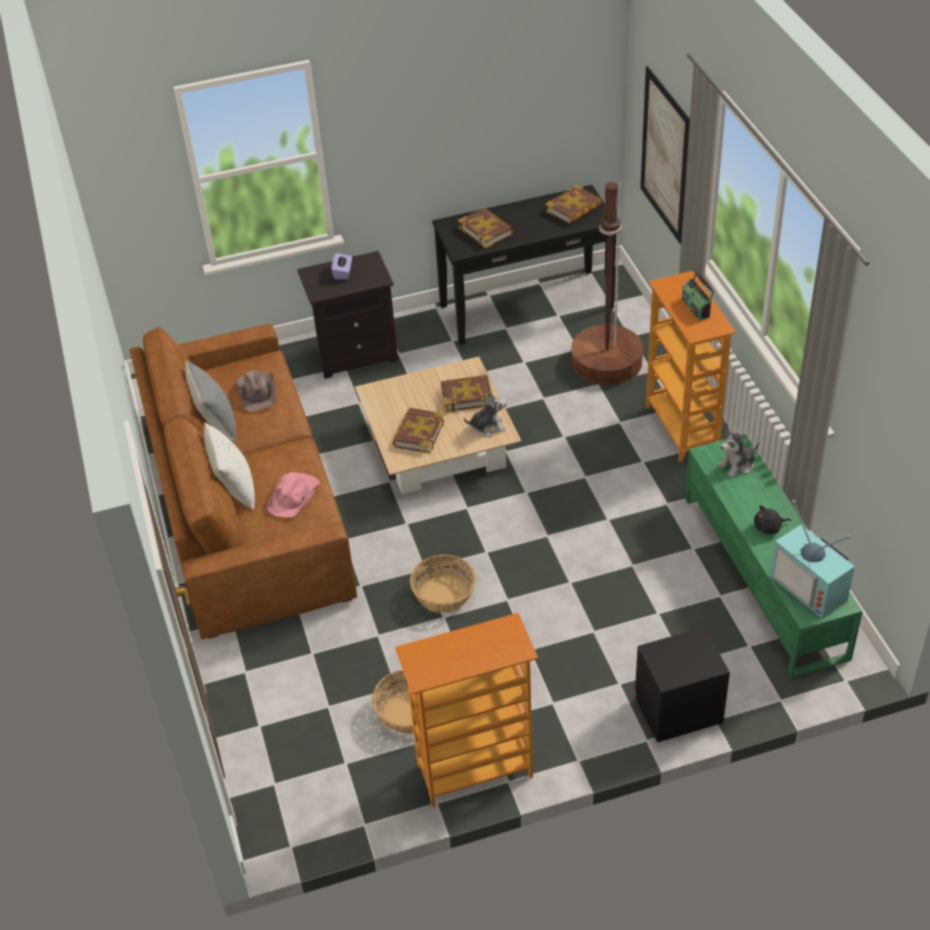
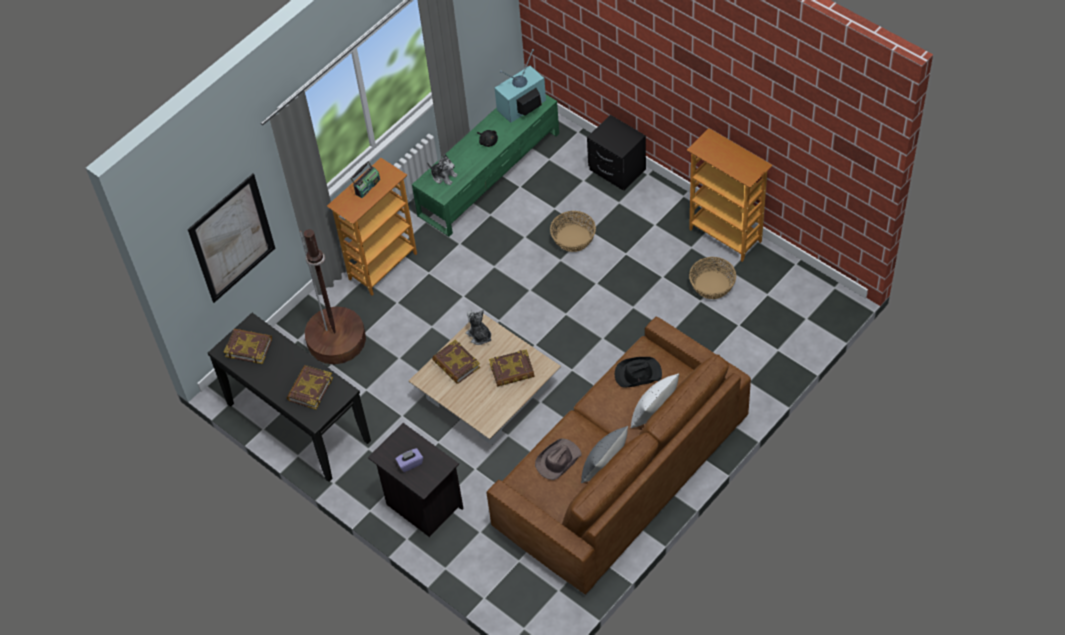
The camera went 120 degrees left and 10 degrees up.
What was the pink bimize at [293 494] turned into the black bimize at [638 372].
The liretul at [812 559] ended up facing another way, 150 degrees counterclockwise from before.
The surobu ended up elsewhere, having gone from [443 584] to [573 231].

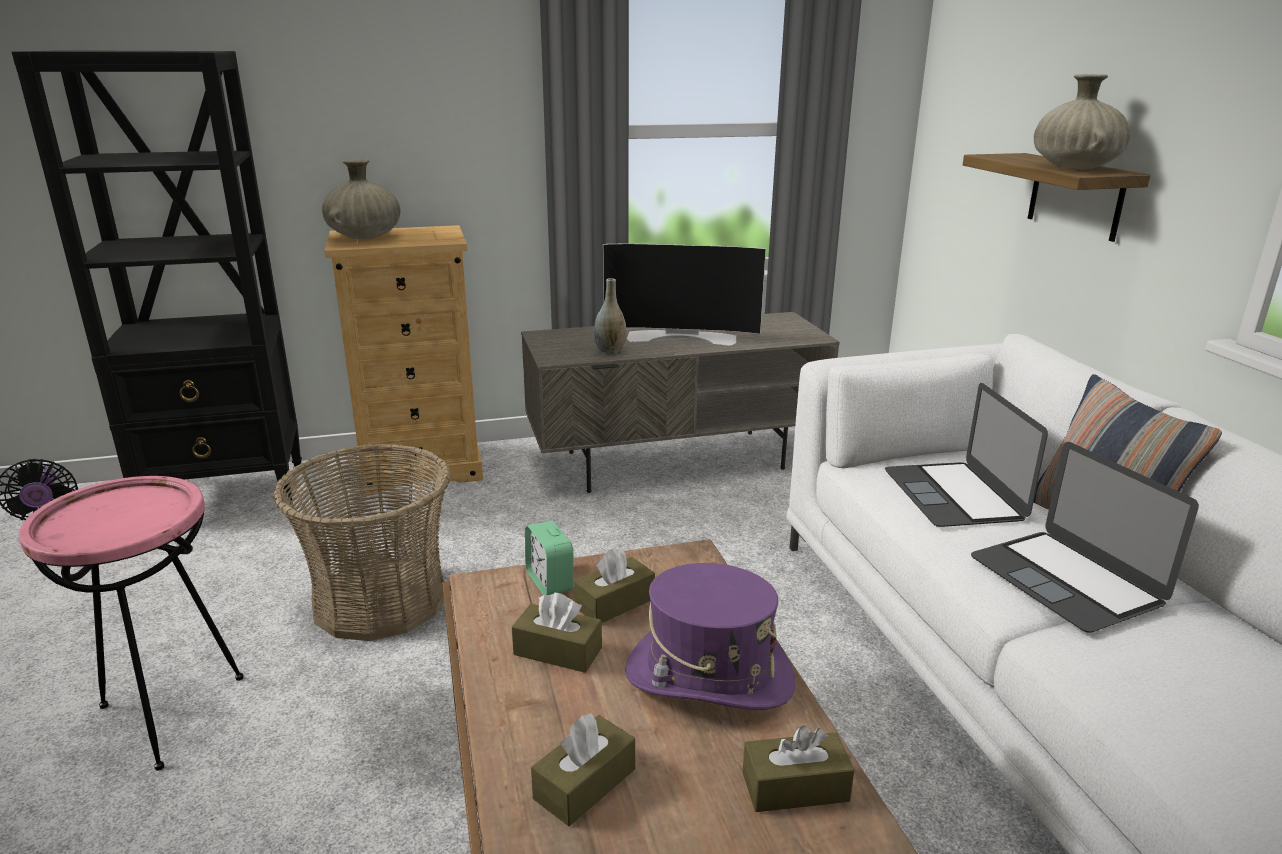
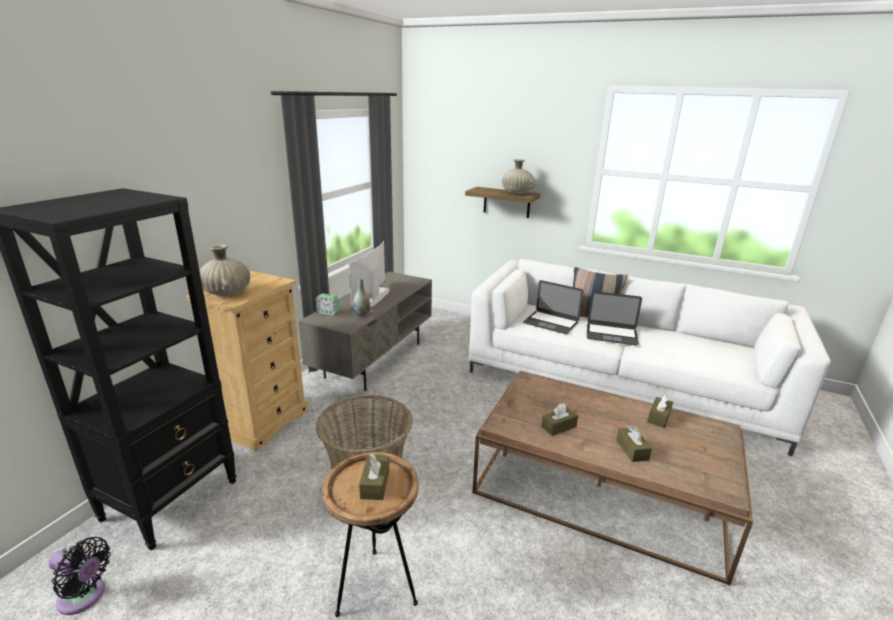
The camera went 50 degrees left and 0 degrees up.
The liretul at [684 295] ended up facing another way, 150 degrees clockwise from before.
What was the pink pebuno at [131 623] turned into the brown pebuno at [370 534].
The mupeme ended up elsewhere, having gone from [549 557] to [327 305].
The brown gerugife ended up elsewhere, having gone from [614 585] to [374 476].
The second view lost the purple bimize at [710 636].

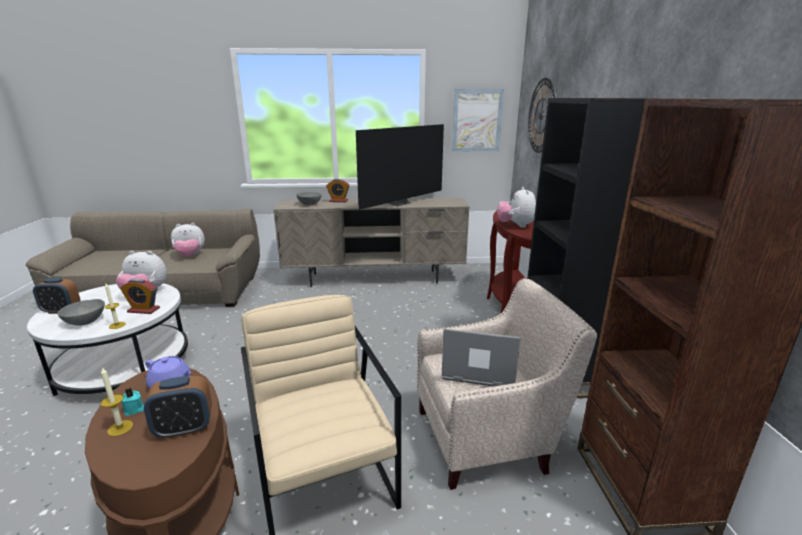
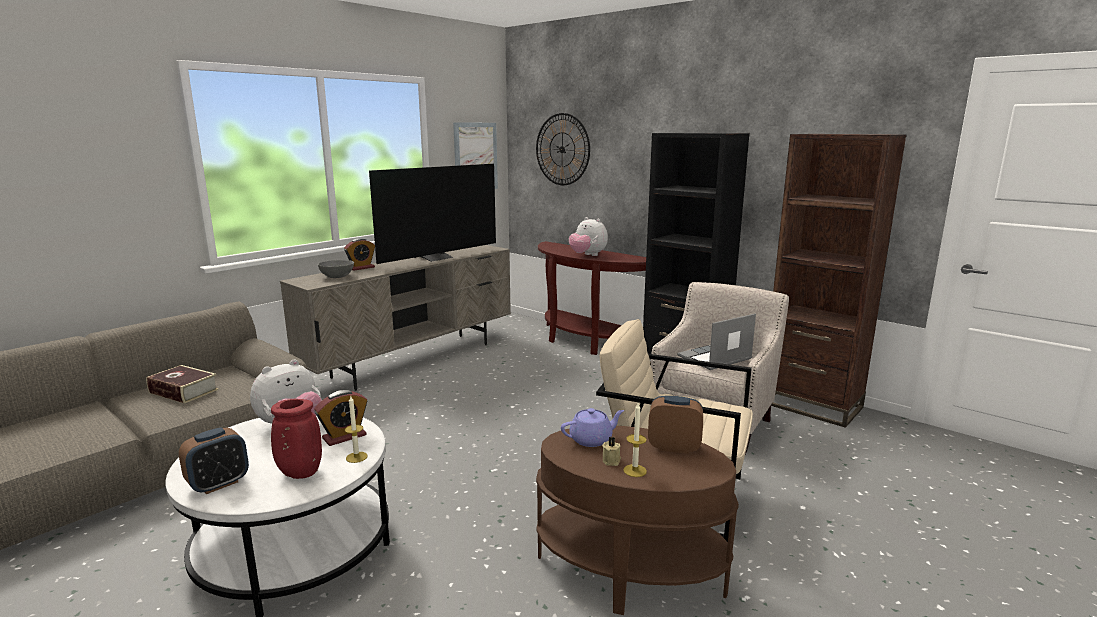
The camera went 45 degrees left and 5 degrees down.
The liretul at [400 167] ended up facing another way, 45 degrees clockwise from before.
Where the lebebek stood at [188 239], the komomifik came to stand at [182 384].
Where the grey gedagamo stood at [81 312], the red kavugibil came to stand at [296 439].
The mupeme at [178 407] ended up facing another way, 105 degrees counterclockwise from before.
What was the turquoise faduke at [133 402] turned into the beige faduke at [611 451].

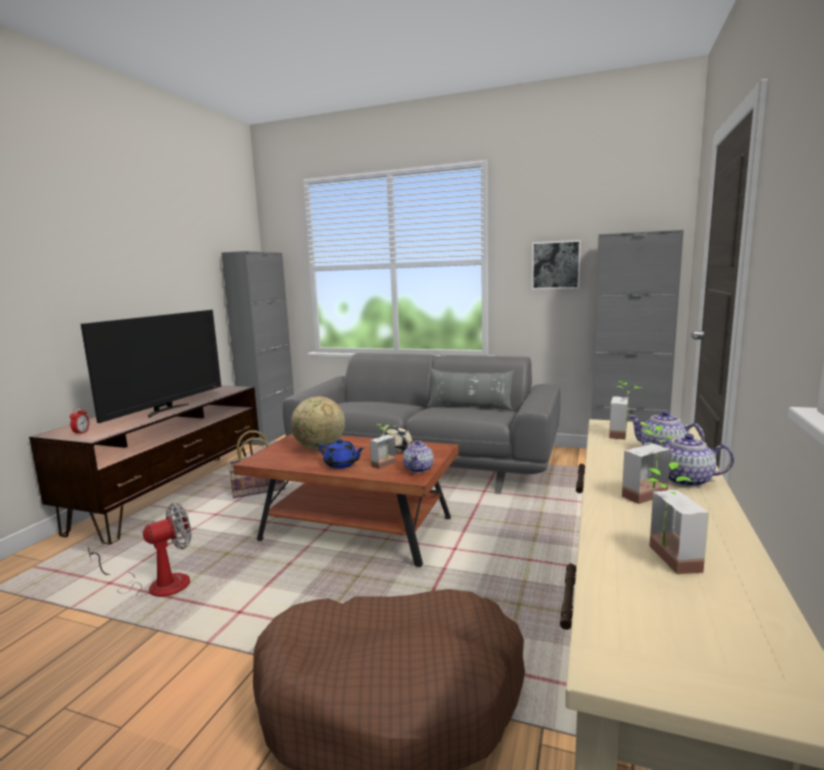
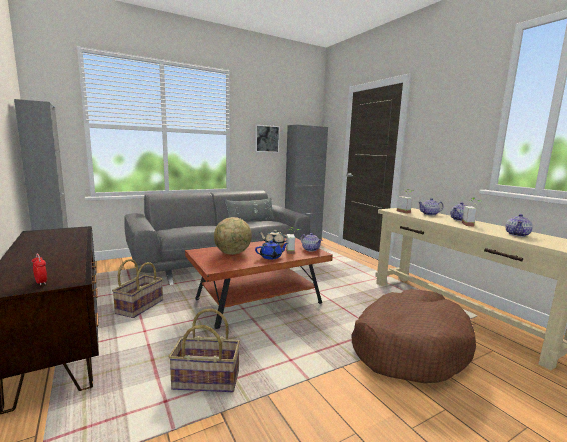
The camera went 50 degrees left and 0 degrees up.
The second view lost the liretul at [151 366].
Where the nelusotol stood at [678 518], the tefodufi came to stand at [519 225].
Where the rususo stood at [139 550], the surobu came to stand at [204 350].

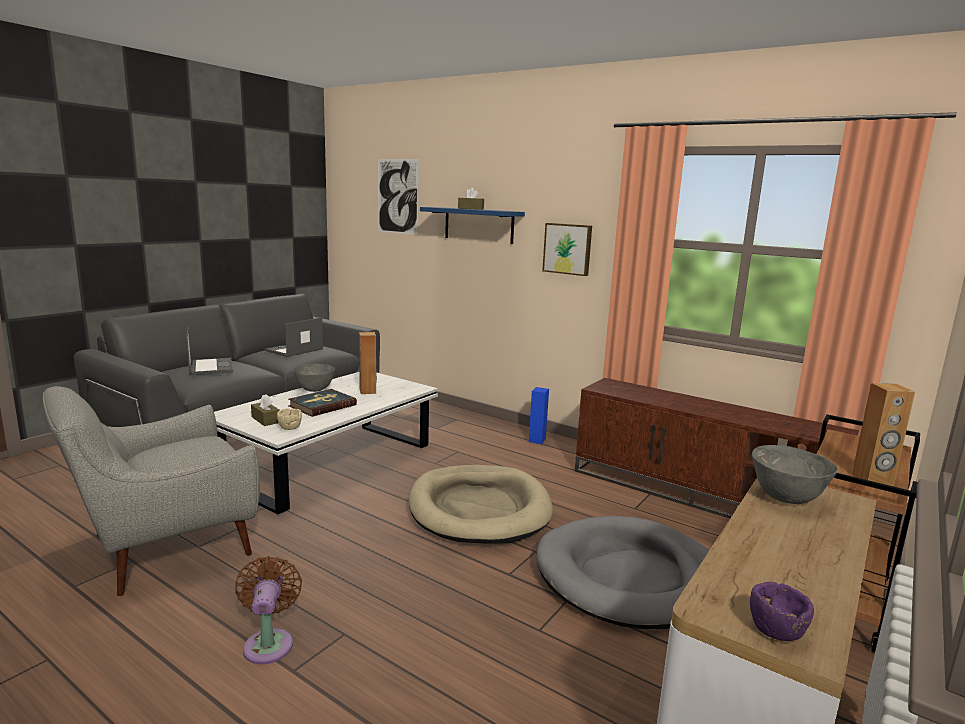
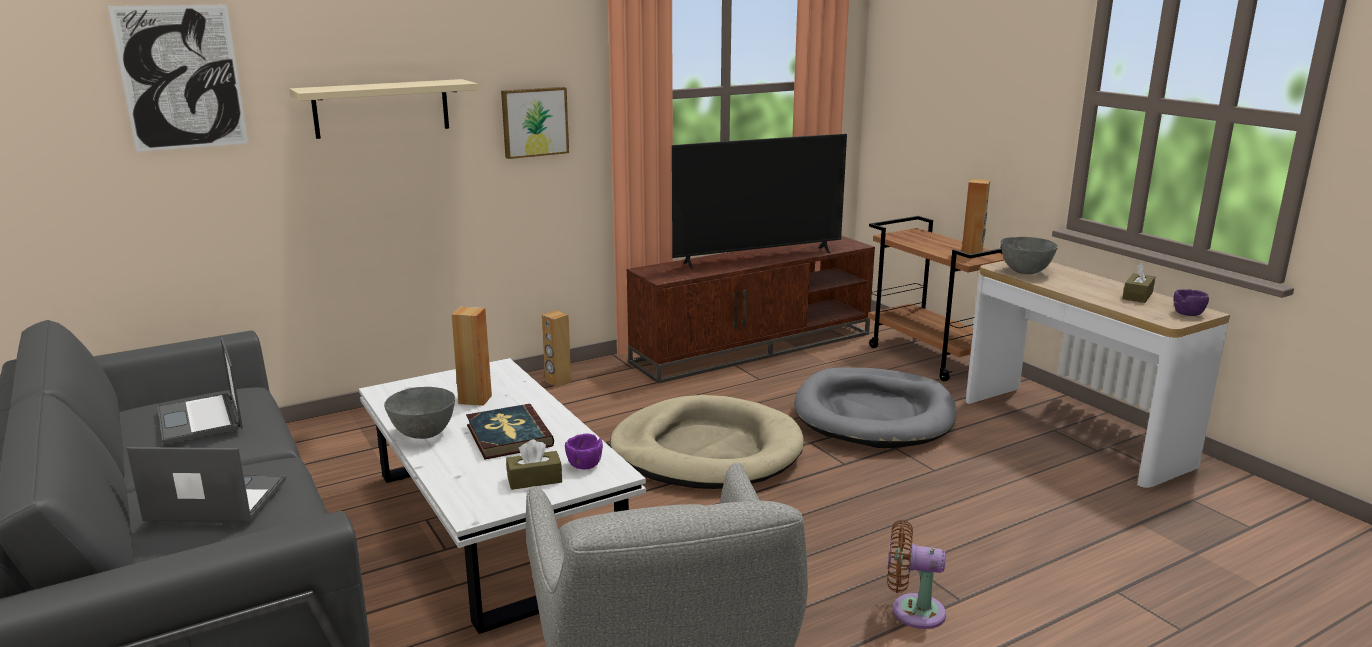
The camera went 65 degrees left and 5 degrees up.
The brown gerugife ended up elsewhere, having gone from [471 199] to [1138 283].
What was the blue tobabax at [472 225] turned into the beige tobabax at [383 109].
What was the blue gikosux at [539 415] turned into the brown gikosux at [557 348].
What was the beige gedagamo at [289 419] turned into the purple gedagamo at [584 451].
The second view gained the liretul at [759 201].

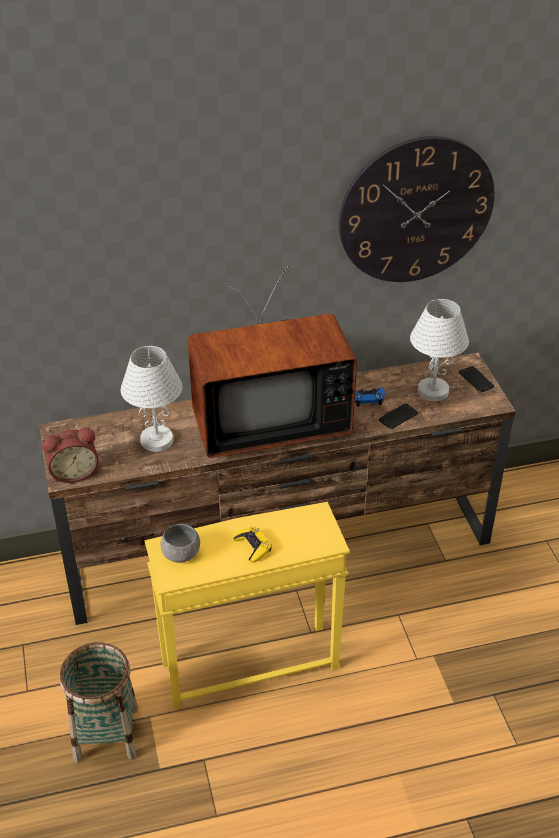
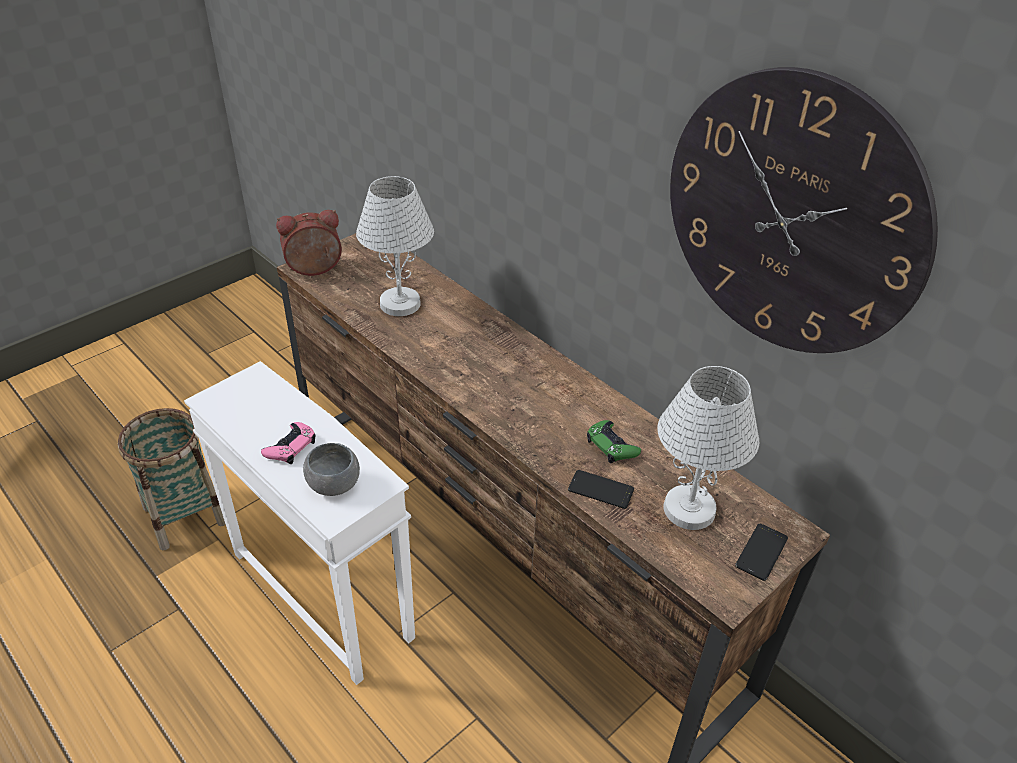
The camera went 60 degrees right and 0 degrees up.
The second view lost the liretul at [272 361].
What was the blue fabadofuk at [370 397] turned into the green fabadofuk at [614 441].
The mupeme at [69 455] ended up facing another way, 120 degrees clockwise from before.
What was the yellow pebuno at [247 605] turned into the white pebuno at [299 523].
The grey gedagamo ended up elsewhere, having gone from [180 543] to [331 469].
What was the yellow fabadofuk at [252 545] turned into the pink fabadofuk at [288 443].

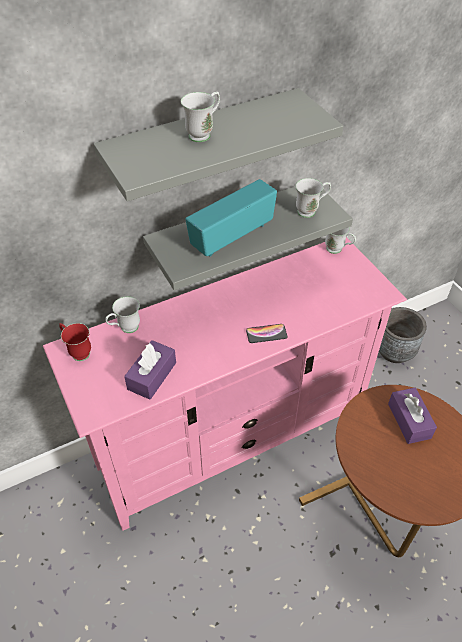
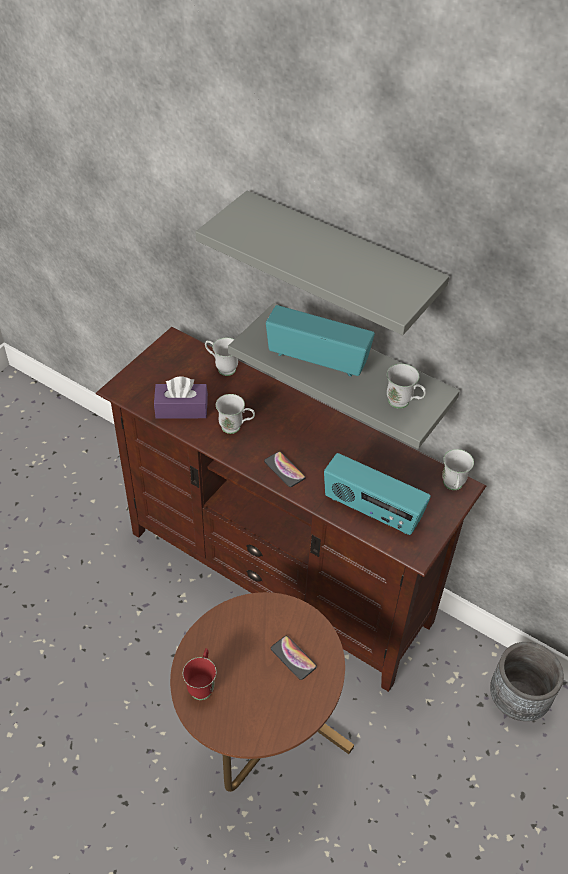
The camera went 60 degrees right and 0 degrees up.
The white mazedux ended up elsewhere, having gone from [200 117] to [235 414].
What was the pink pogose at [225 384] turned into the brown pogose at [291 509].
The red mazedux ended up elsewhere, having gone from [75 342] to [199 674].
Where the purple gerugife stood at [412 416], the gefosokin came to stand at [294 658].
The second view gained the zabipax at [377 494].

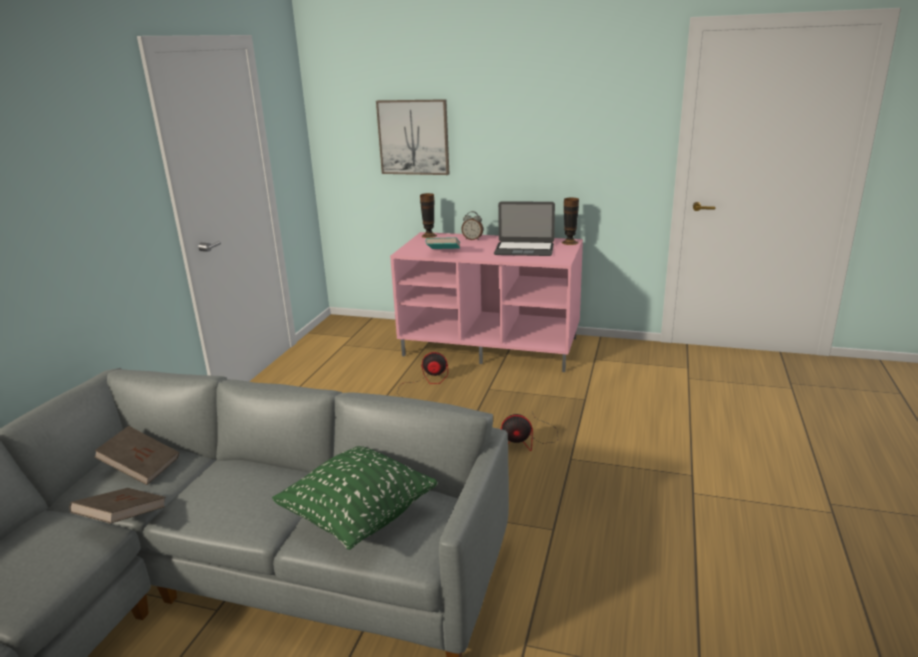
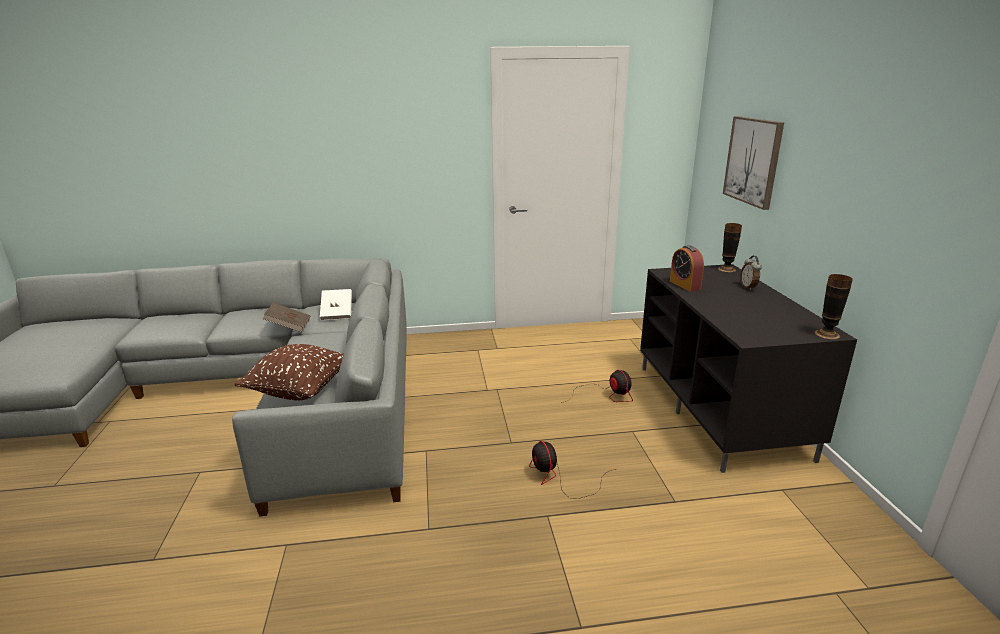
The camera went 65 degrees right and 0 degrees up.
The second view lost the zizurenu at [524 228].
What was the pink pogose at [486 302] turned into the black pogose at [748 368].
Where the turquoise komomifik stood at [442 243], the mupeme came to stand at [687 268].
What was the brown komomifik at [136 455] turned into the white komomifik at [336 305].
What was the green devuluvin at [355 498] turned into the brown devuluvin at [289 372].

